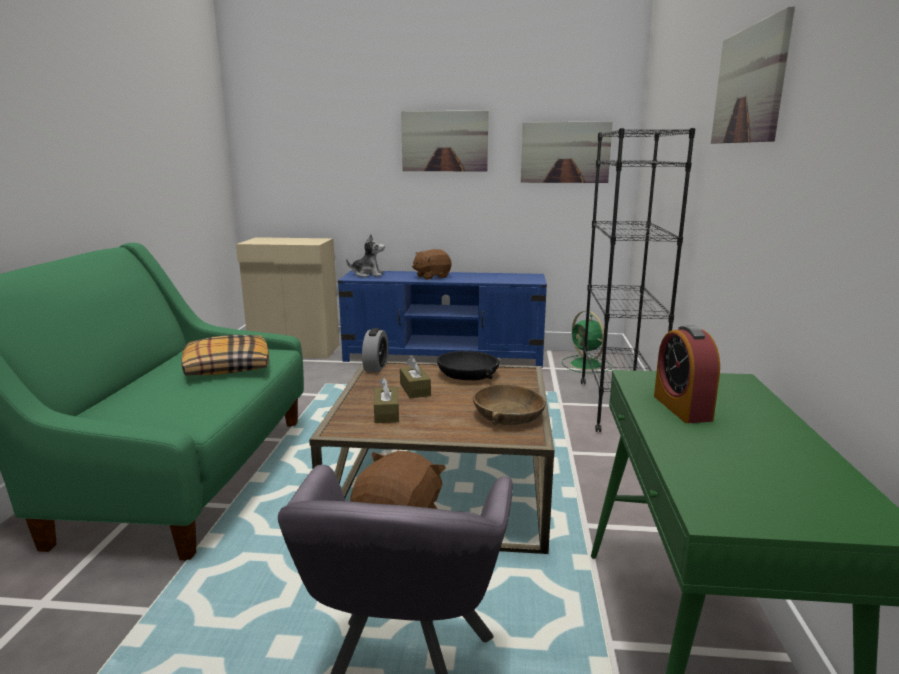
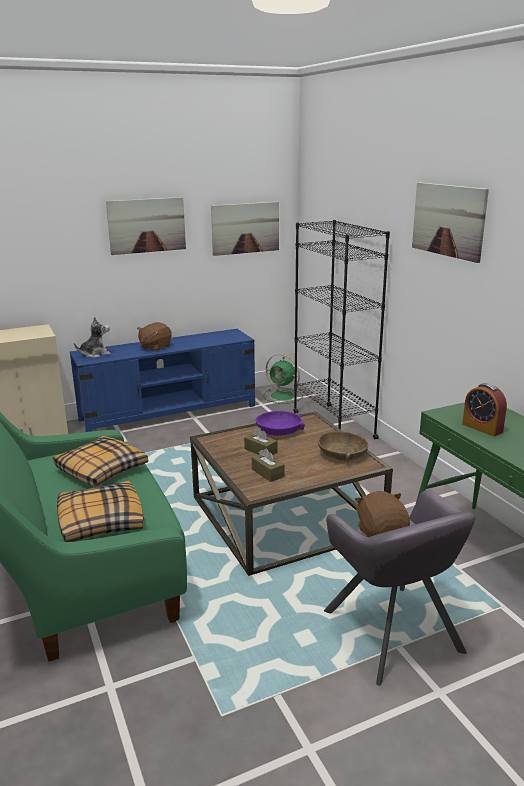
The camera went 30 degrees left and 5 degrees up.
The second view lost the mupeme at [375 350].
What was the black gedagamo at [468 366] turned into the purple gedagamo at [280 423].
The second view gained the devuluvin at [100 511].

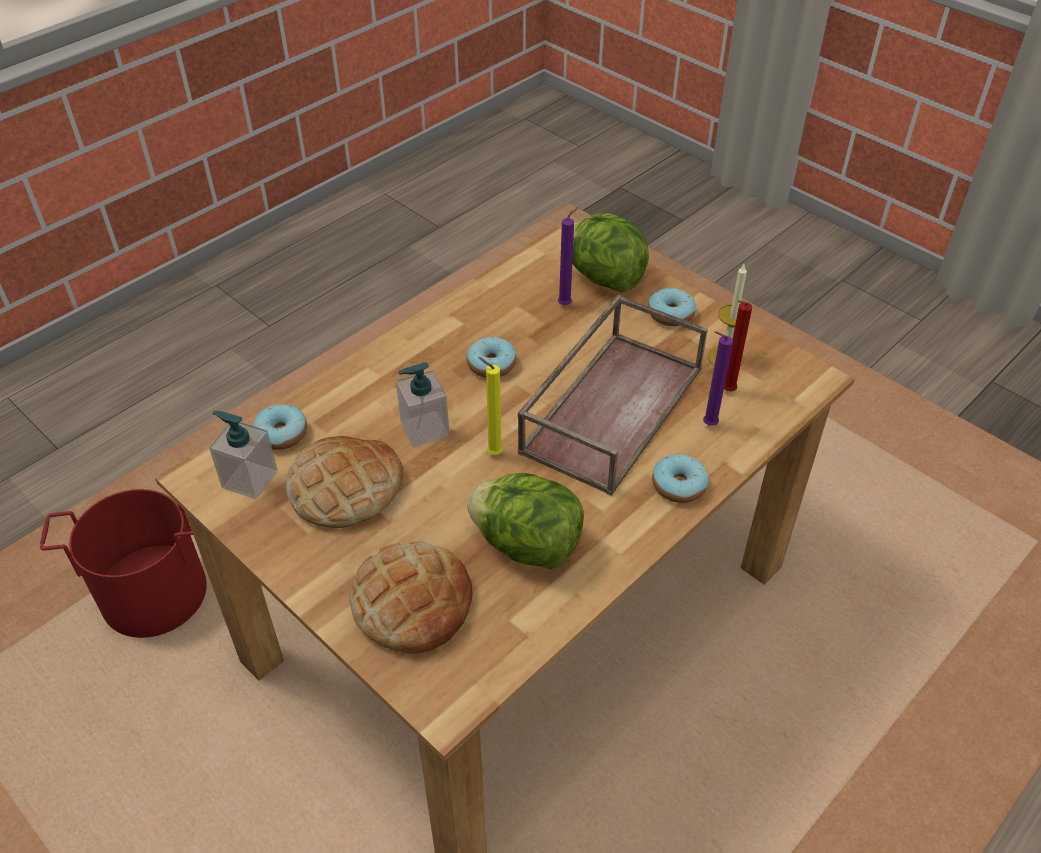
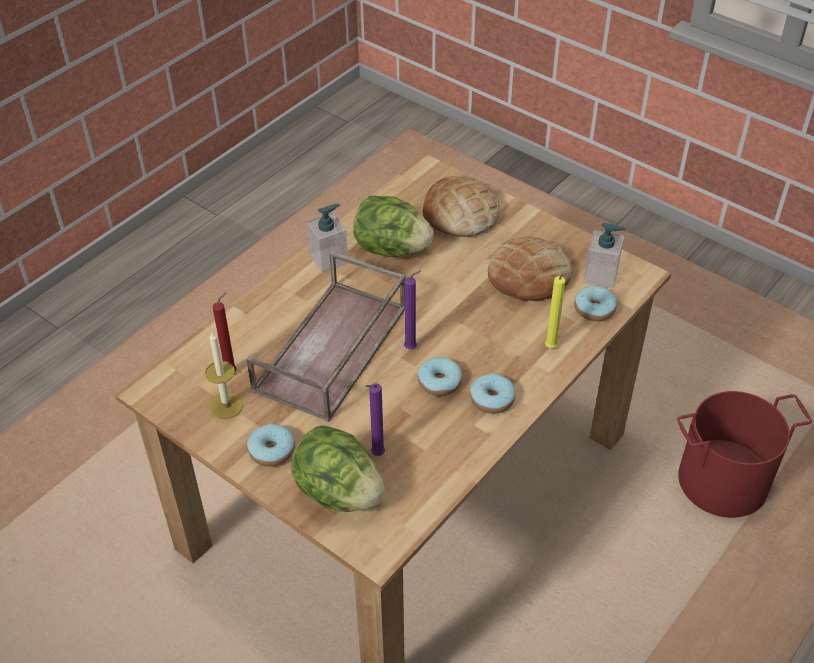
The camera went 175 degrees right and 0 degrees up.
The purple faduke ended up elsewhere, having gone from [718 378] to [412 309].
The yellow faduke ended up elsewhere, having gone from [490 406] to [559 310].
The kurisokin ended up elsewhere, having gone from [423 404] to [327 238].
The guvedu ended up elsewhere, having gone from [680 478] to [492 394].

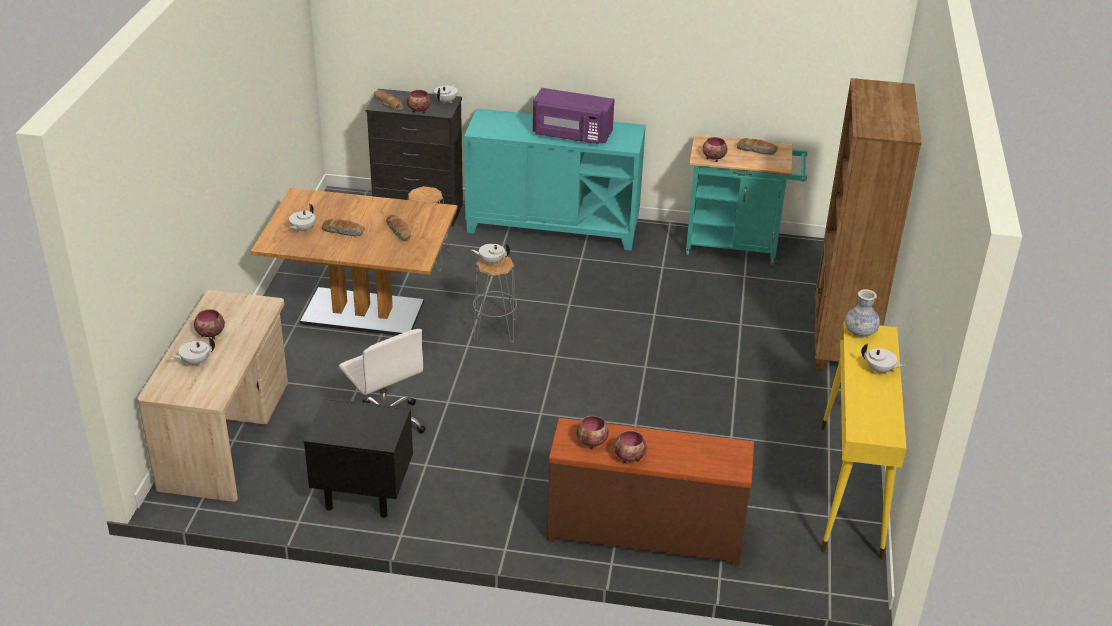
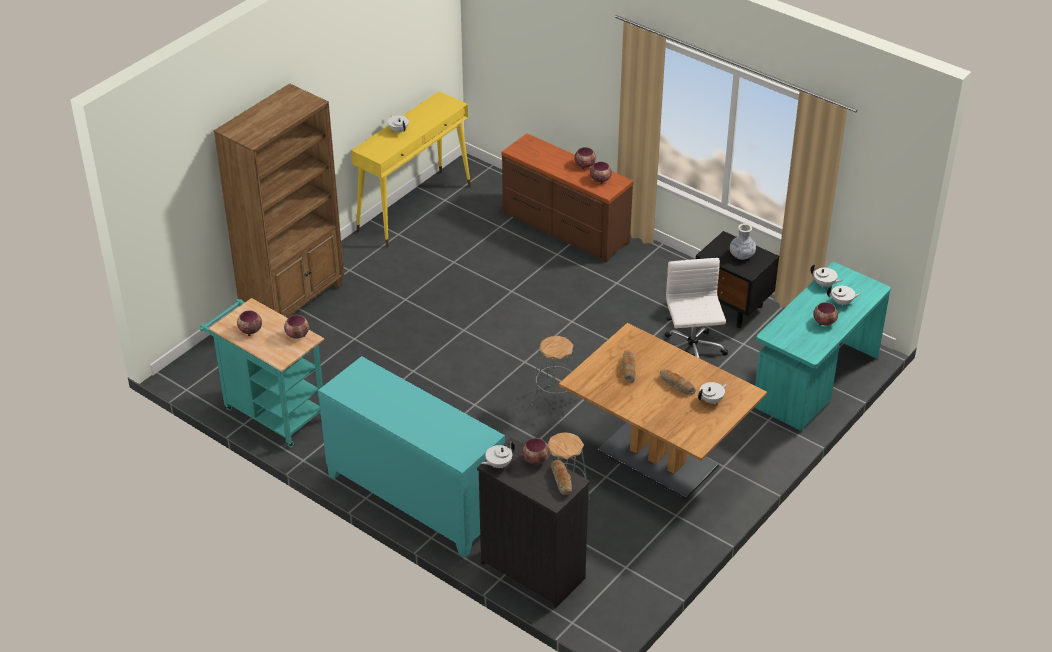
The camera went 150 degrees left and 5 degrees up.
The second view lost the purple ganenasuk at [574 116].
Where the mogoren stood at [757 146], the gedagamo came to stand at [249 323].
The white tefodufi ended up elsewhere, having gone from [491 254] to [827 275].
The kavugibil ended up elsewhere, having gone from [862 313] to [743 241].
What was the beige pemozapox at [212 396] turned into the turquoise pemozapox at [822 346].

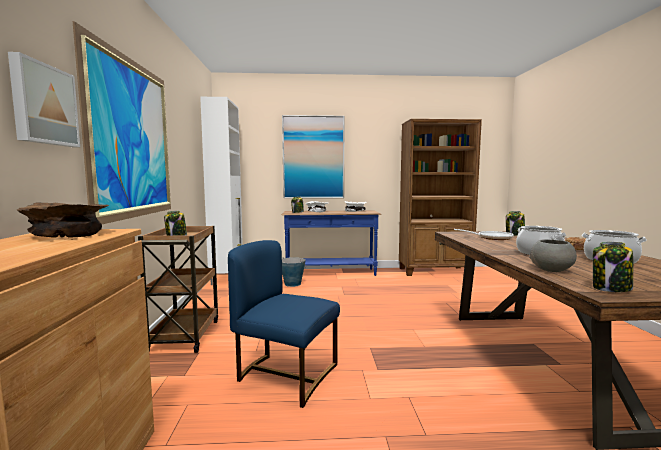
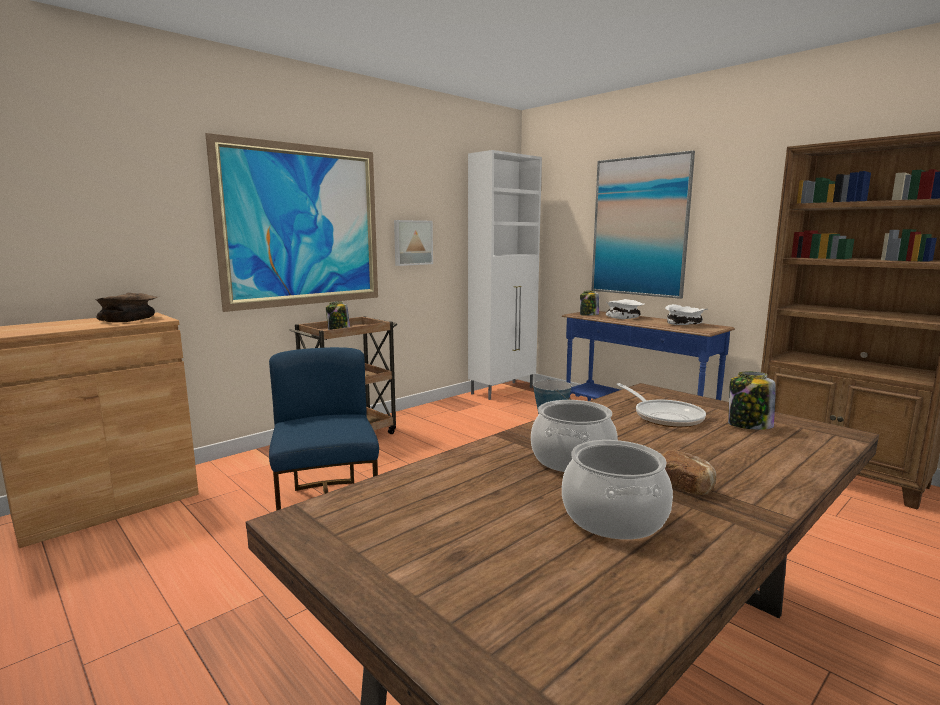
The camera went 50 degrees right and 5 degrees up.
The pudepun ended up elsewhere, having gone from [44 99] to [413 243].
The second view lost the grey gedagamo at [553 255].
The second view lost the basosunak at [613 267].

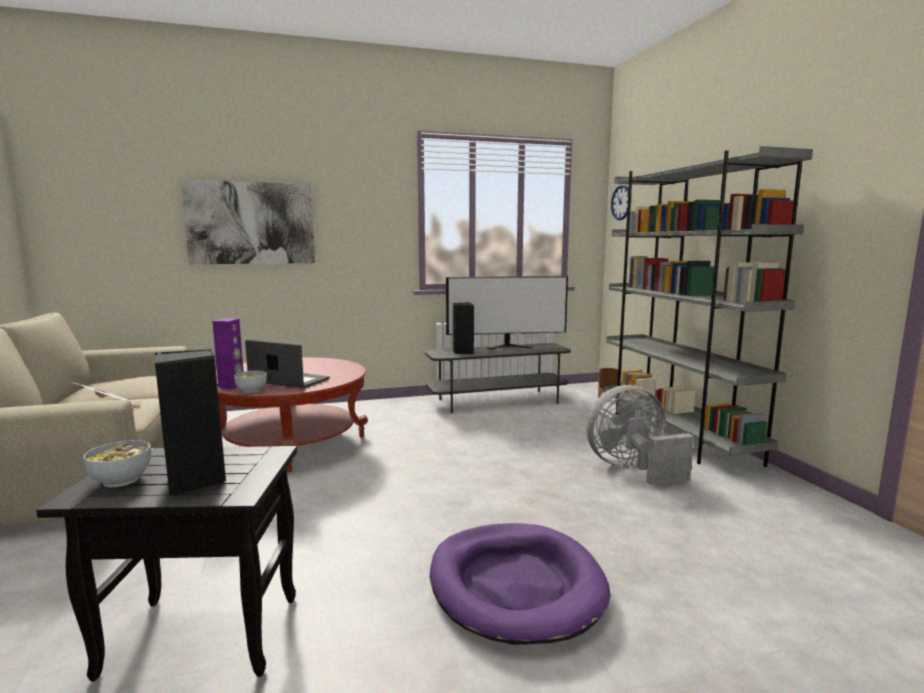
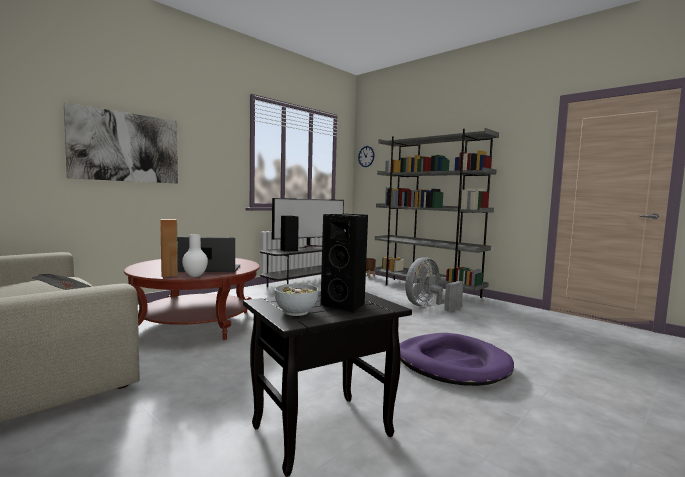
The camera went 30 degrees left and 5 degrees down.
What was the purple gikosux at [228 353] turned into the brown gikosux at [169 248].
Where the gedagamo stood at [250 382], the white kavugibil came to stand at [195 255].

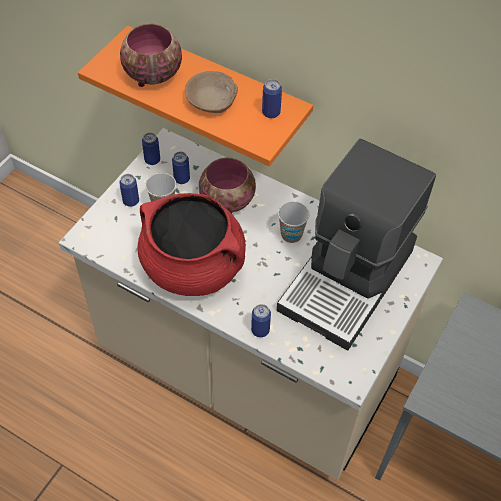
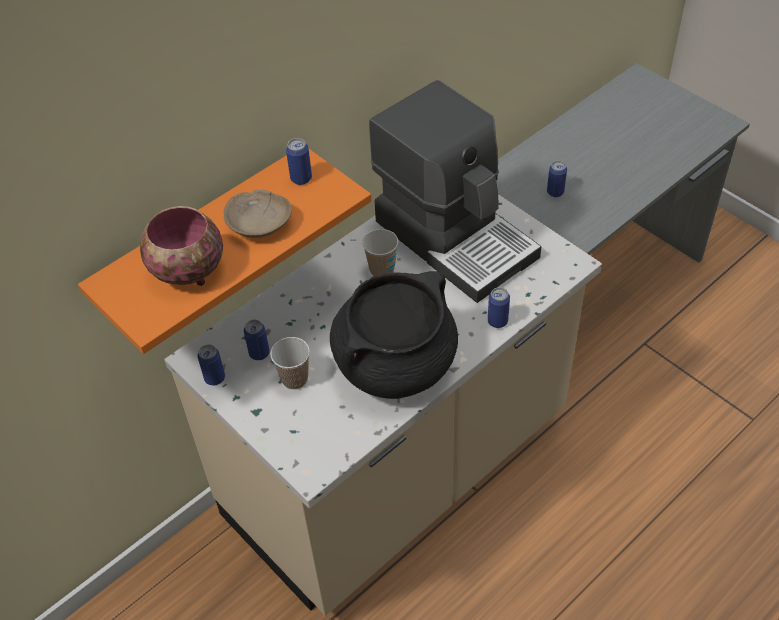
The camera went 70 degrees left and 5 degrees down.
The second view lost the gedagamo at [227 185].
The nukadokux ended up elsewhere, having gone from [129 190] to [557 179].
What was the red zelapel at [191 244] turned into the black zelapel at [394 335].

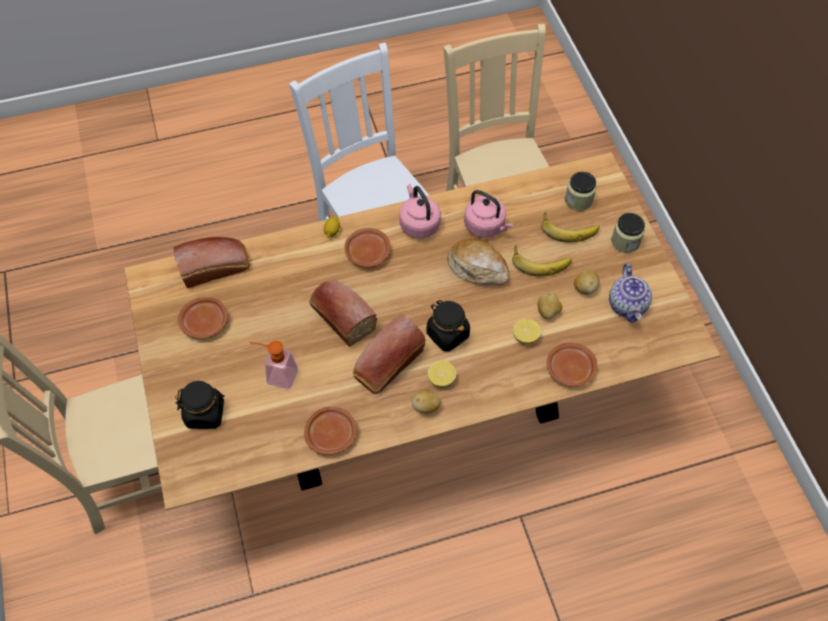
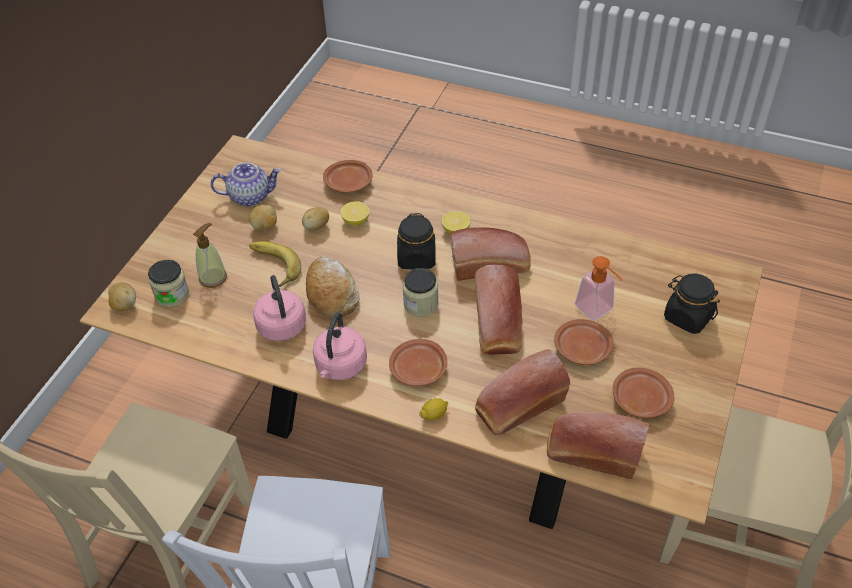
The camera went 140 degrees left and 10 degrees down.
Where the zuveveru stood at [570 226], the kurisokin came to stand at [210 255].
The basosunak ended up elsewhere, having gone from [628 233] to [421 292].
The tefodufi at [630 293] ended up facing another way, 45 degrees clockwise from before.
The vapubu ended up elsewhere, having gone from [426 401] to [122 296].
The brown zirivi ended up elsewhere, having gone from [330 431] to [584 342].
The second view gained the mogoren at [522 392].

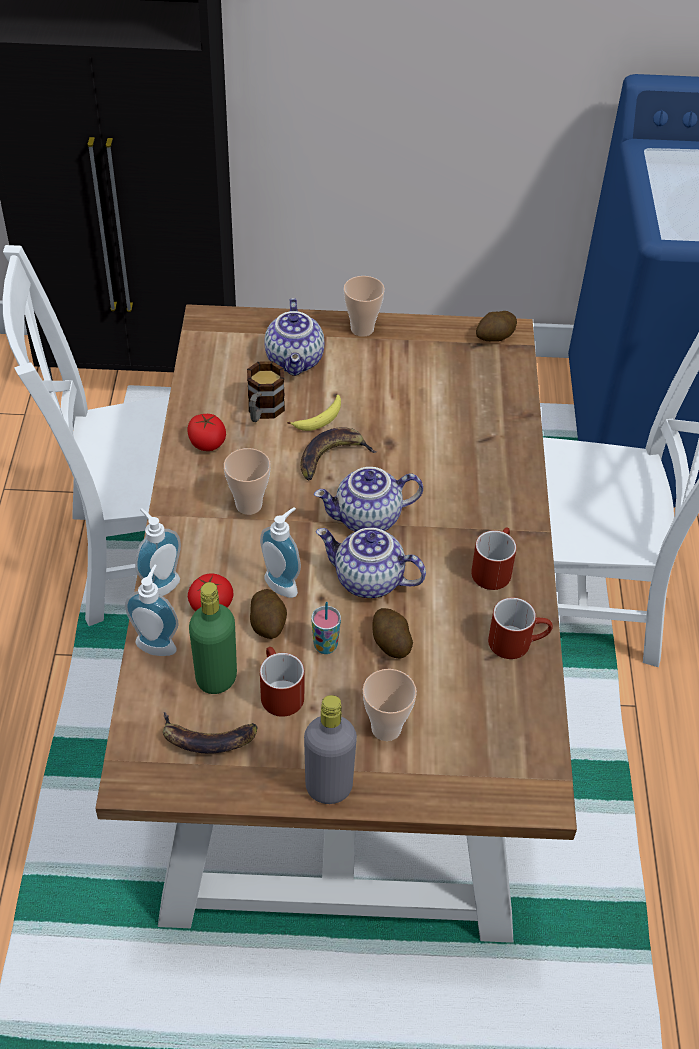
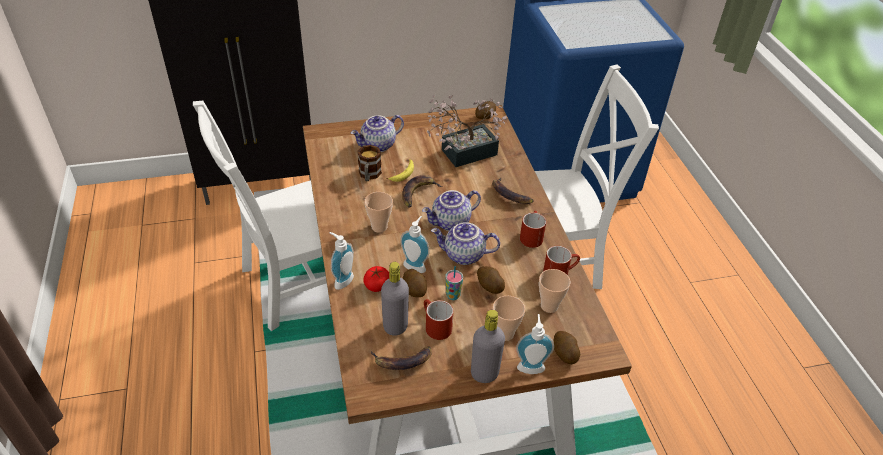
The camera went 15 degrees left and 5 degrees down.
The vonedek ended up elsewhere, having gone from [364 306] to [554 291].
The tefodufi at [294 337] ended up facing another way, 75 degrees clockwise from before.
The second view lost the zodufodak at [206 432].
The kurisokin ended up elsewhere, having gone from [152 610] to [535 344].
What was the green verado at [213 638] turned into the grey verado at [395 299].
The second view gained the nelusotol at [467 130].
The second view gained the zuveveru at [513 191].
The second view gained the vapubu at [567 347].

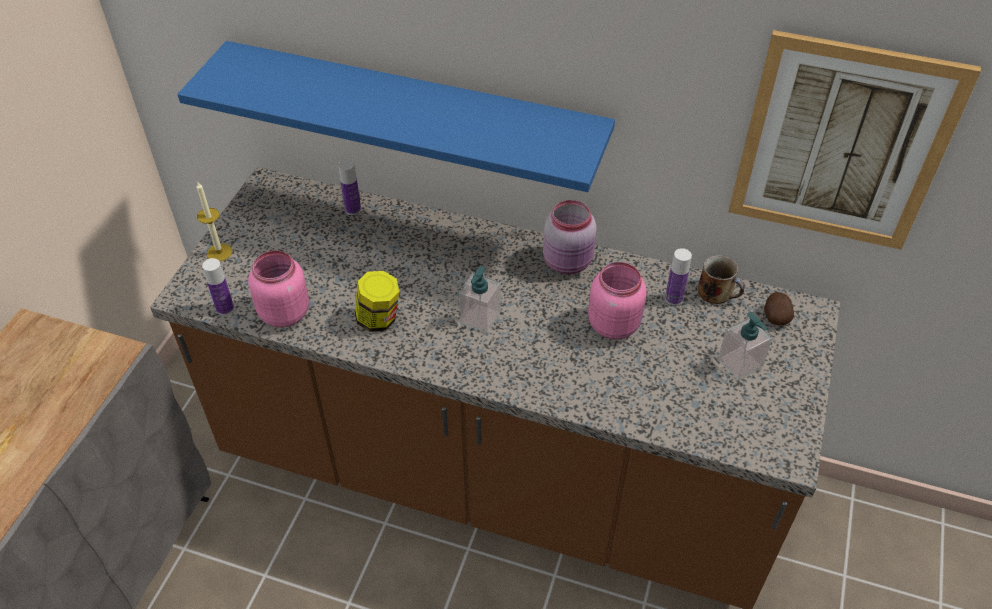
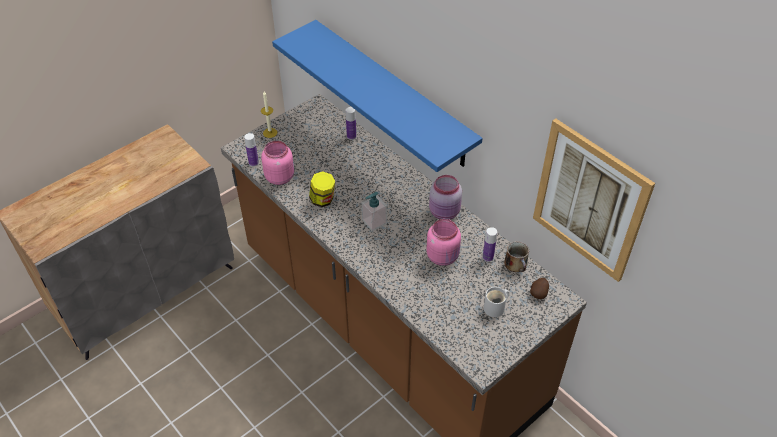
The camera went 30 degrees right and 0 degrees up.
Where the kurisokin stood at [745 346], the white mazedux came to stand at [496 302].

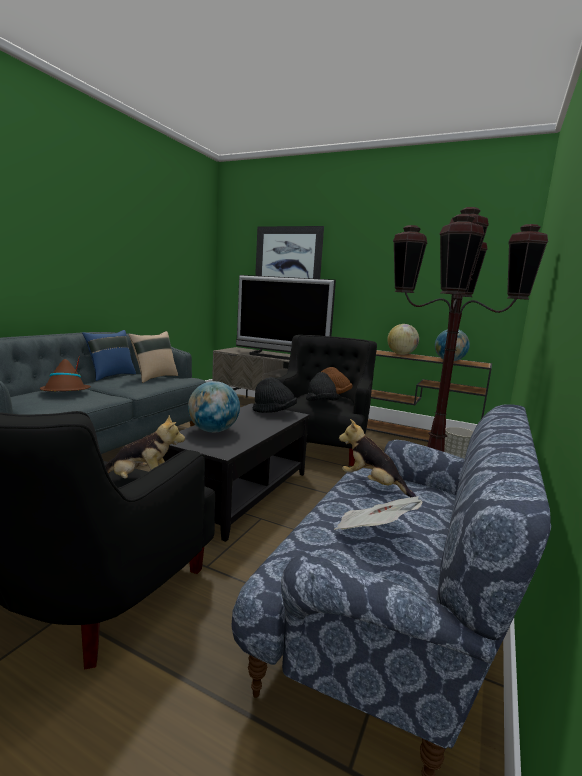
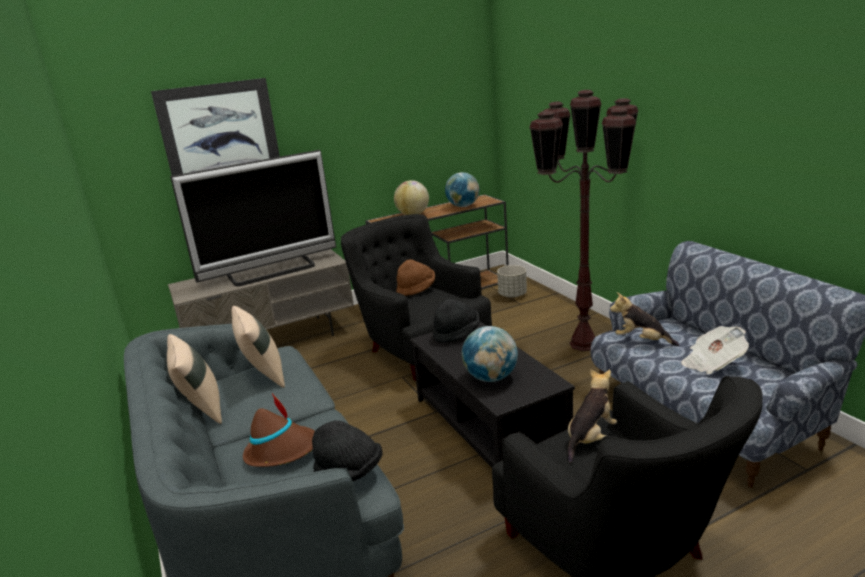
The camera went 50 degrees left and 10 degrees up.
What was the blue devuluvin at [109 355] turned into the beige devuluvin at [194 379].
The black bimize ended up elsewhere, having gone from [323 386] to [347 450].
The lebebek at [377 458] ended up facing another way, 45 degrees clockwise from before.

